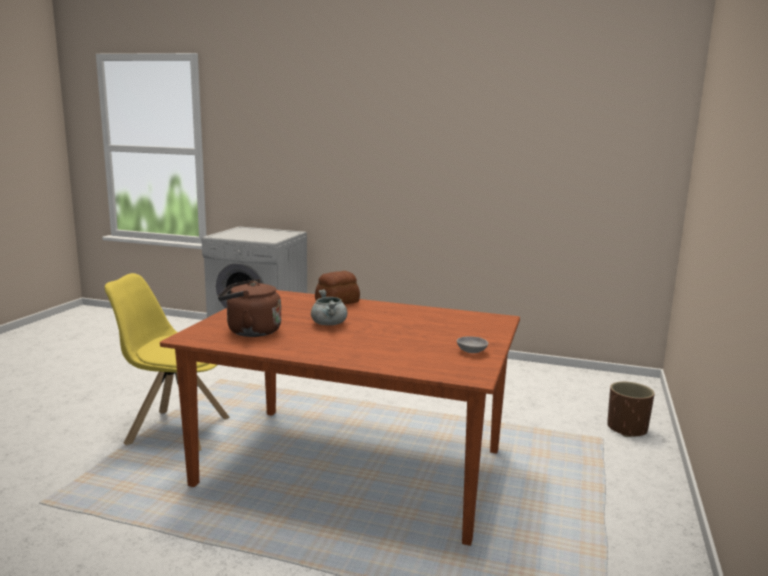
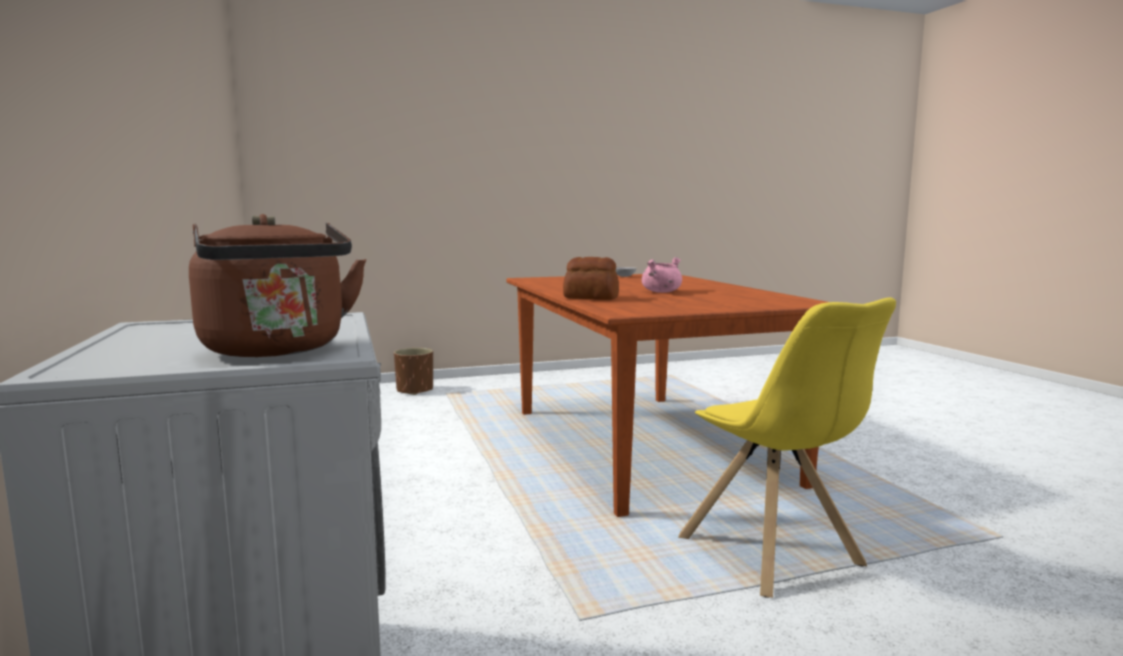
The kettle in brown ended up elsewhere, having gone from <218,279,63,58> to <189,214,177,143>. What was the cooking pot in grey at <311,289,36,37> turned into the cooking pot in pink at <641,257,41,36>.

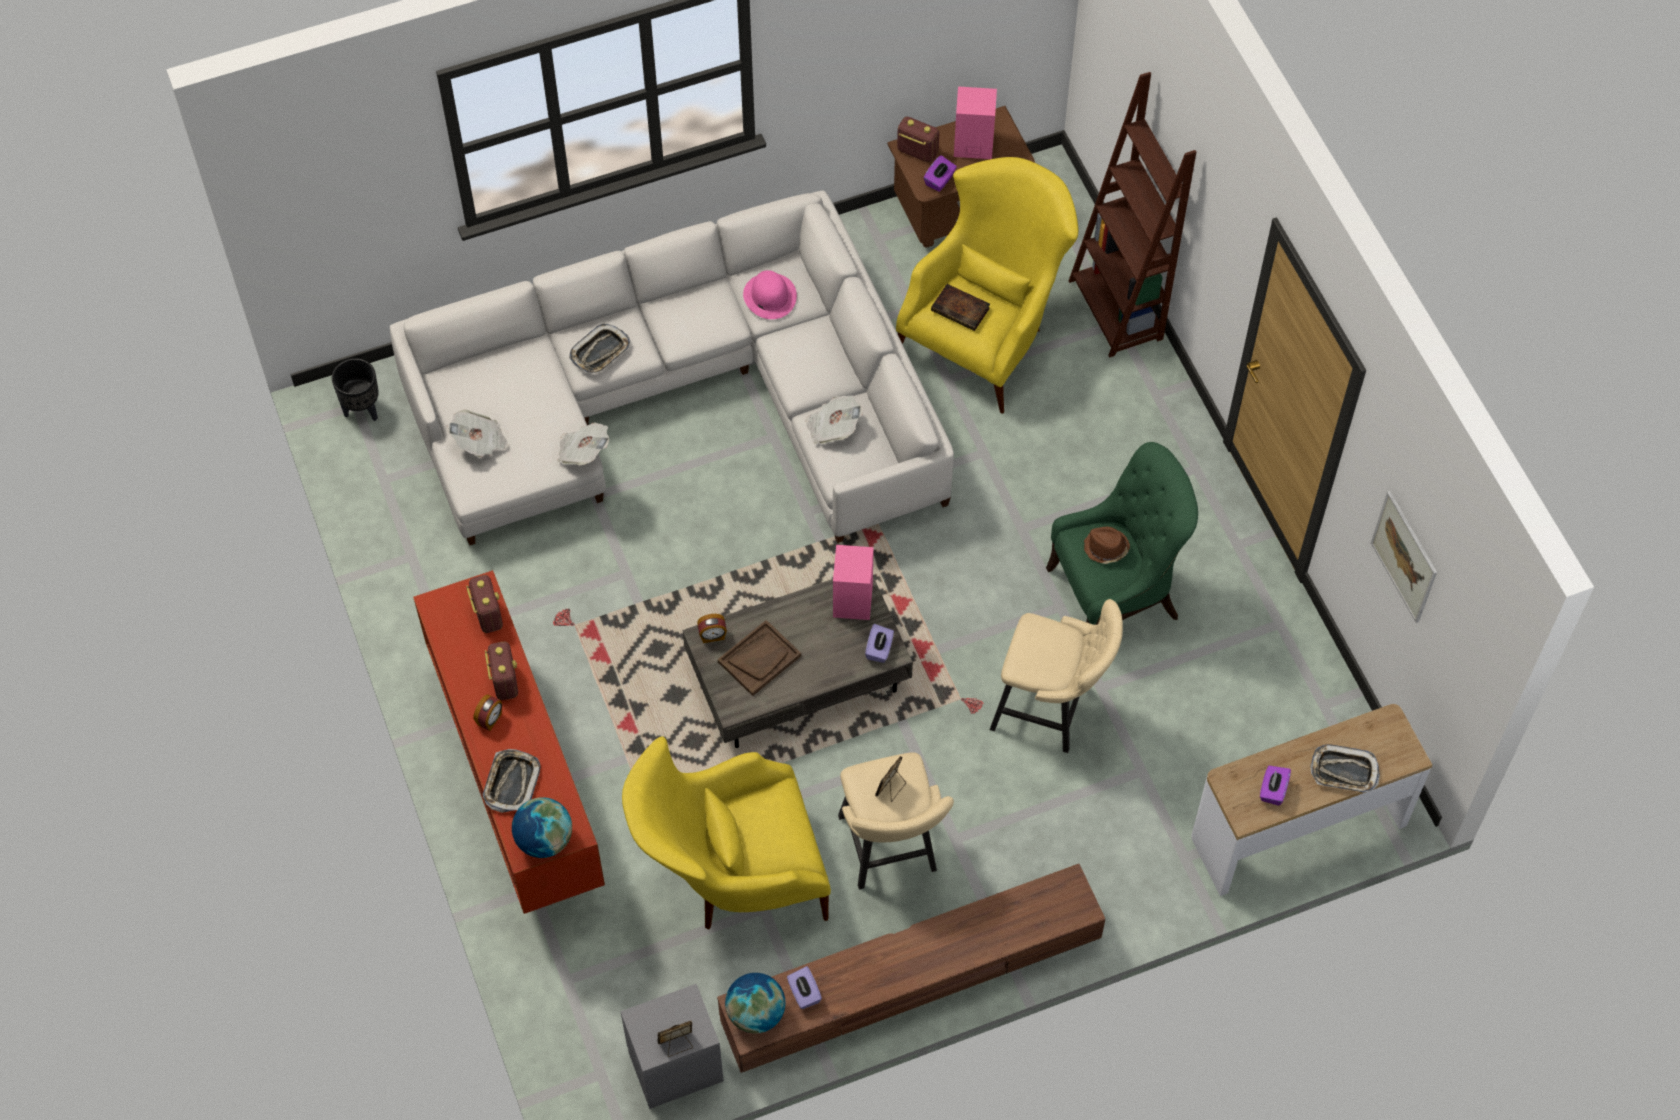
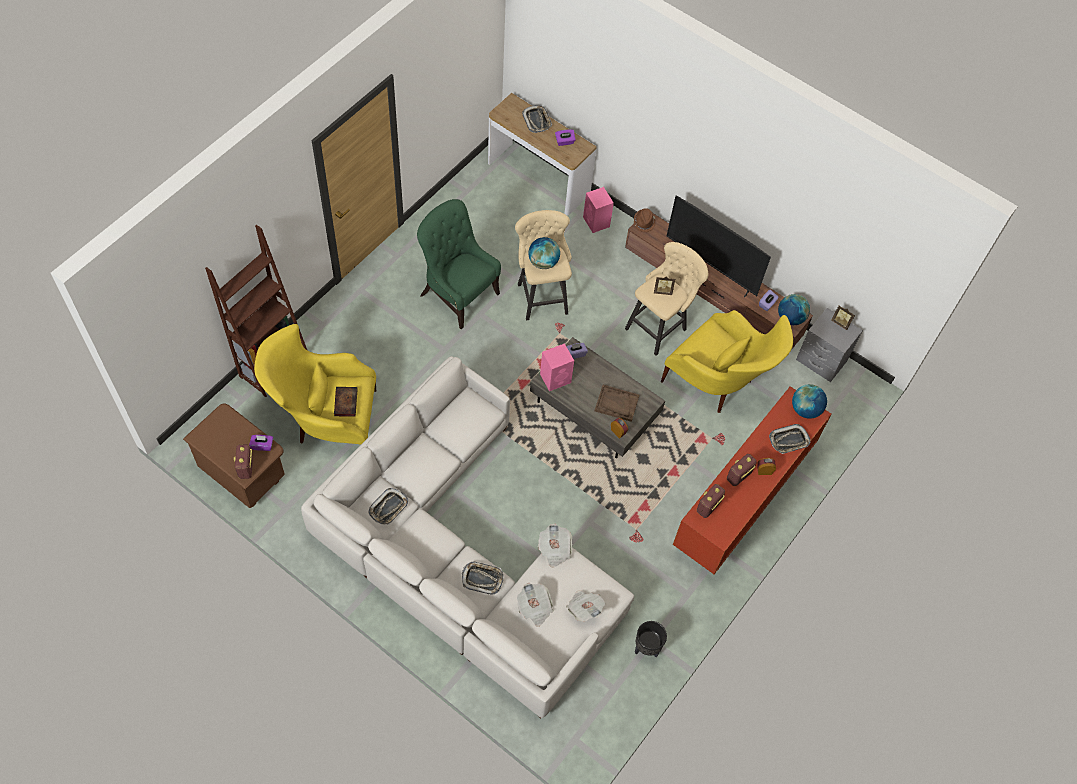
The second view lost the picture at <1371,491,66,132>. The second view gained the globe at <528,237,32,32>. The second view gained the television at <667,195,104,103>. The planter in black ended up elsewhere, having gone from <332,358,47,63> to <635,621,32,36>. The newspaper ended up elsewhere, having gone from <805,395,58,49> to <517,583,37,44>. The speaker in pink ended up elsewhere, having gone from <954,86,43,73> to <583,187,31,46>. The hat in brown ended up elsewhere, having gone from <1084,527,46,37> to <634,208,21,24>. Where the hat in pink stood at <743,270,54,49>, the tray came to stand at <369,488,39,37>.

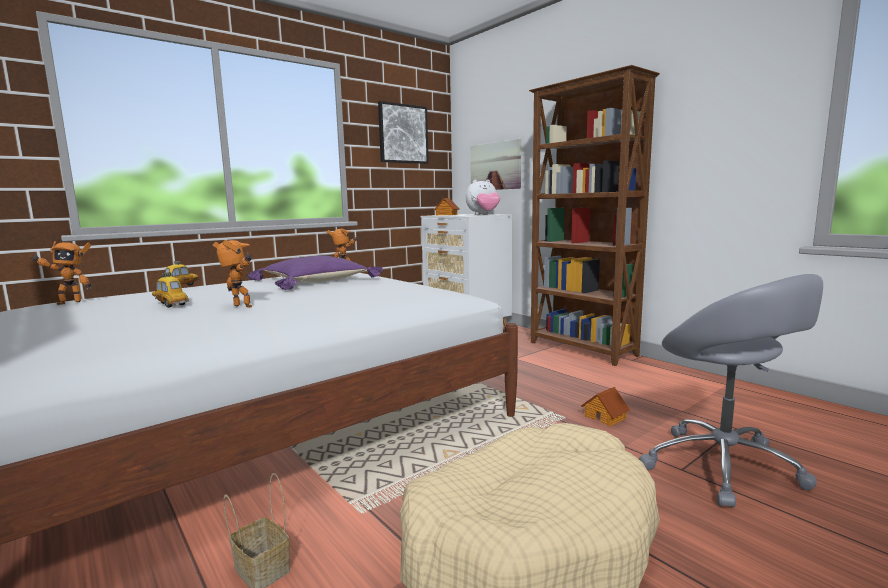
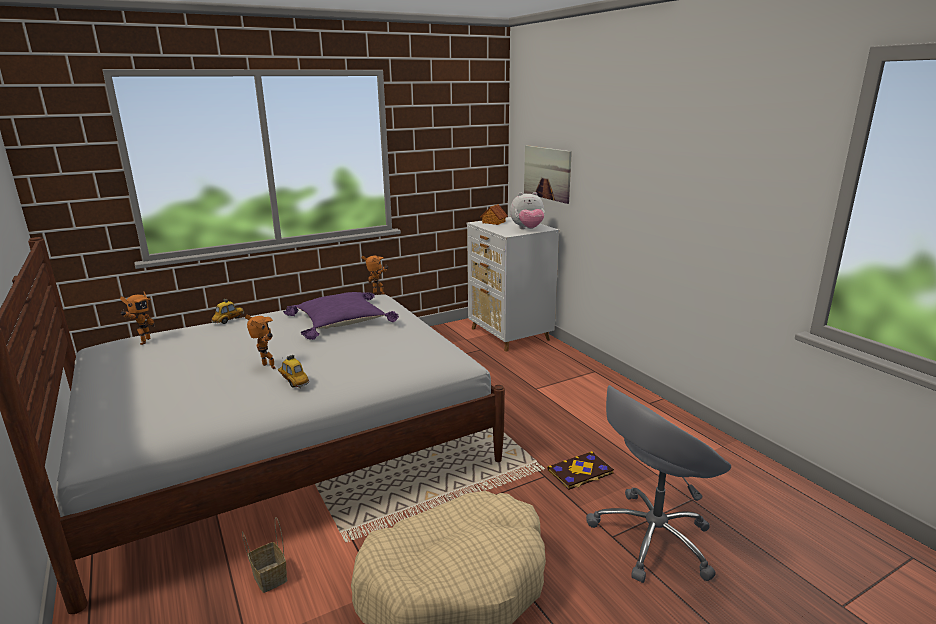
The second view lost the picture at <378,101,51,63>. The second view lost the bookcase in brown at <529,65,131,301>. The toy car ended up elsewhere, having gone from <152,272,37,36> to <278,355,31,33>. Where the toy house stood at <581,387,49,40>, the book came to stand at <547,451,67,39>. The toy robot at <30,241,61,64> ended up facing another way, 60 degrees counterclockwise from before. The office chair in grey at <639,274,184,234> ended up facing another way, 75 degrees clockwise from before.

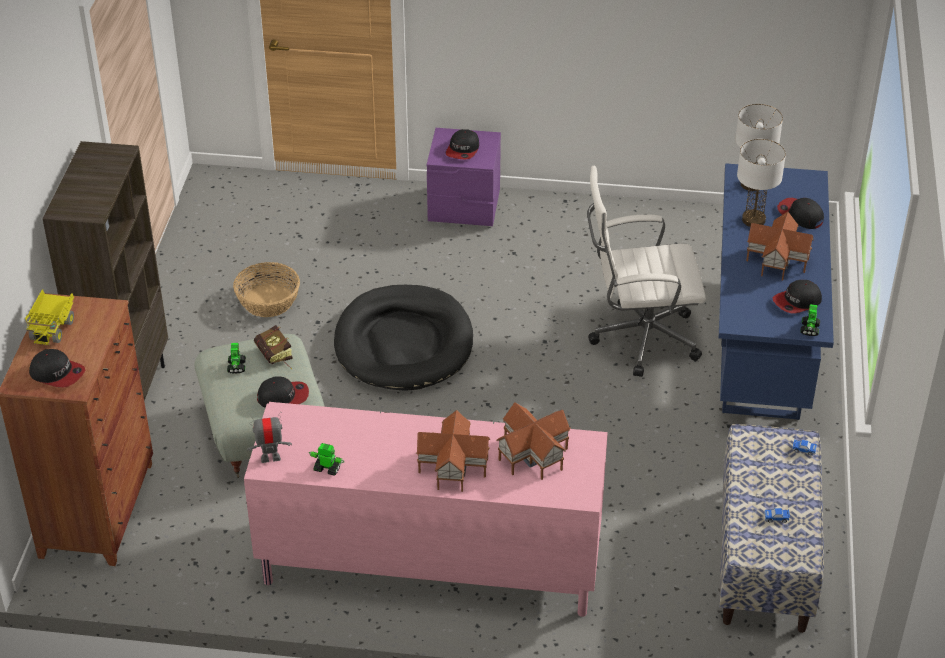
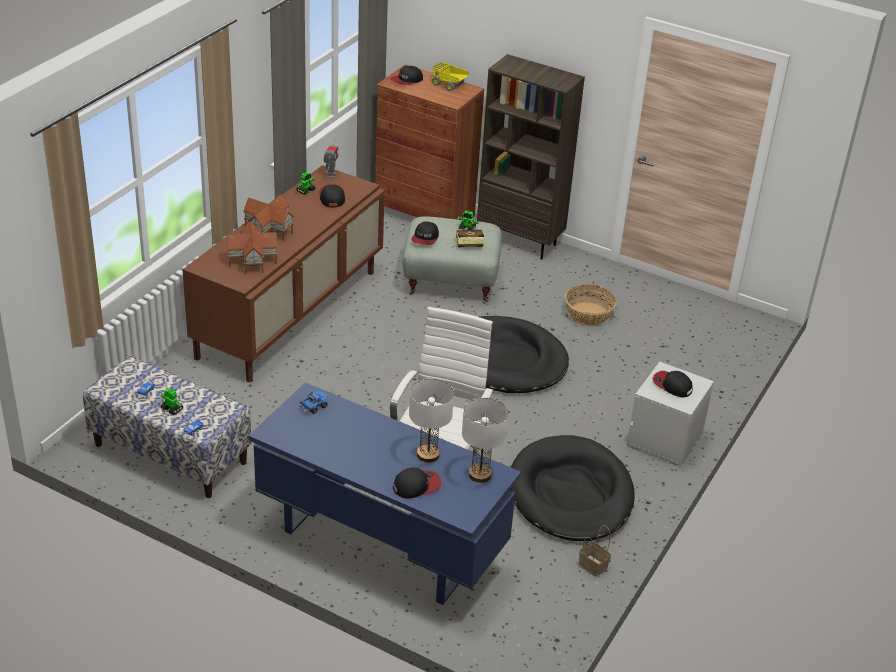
The second view lost the toy house at <746,212,68,69>. The second view gained the toy truck at <300,391,28,23>. The second view gained the dog bed in black at <510,435,124,106>. The second view gained the basket at <579,525,32,52>. The cap ended up elsewhere, having gone from <773,280,49,33> to <320,184,25,24>. The toy robot ended up elsewhere, having gone from <800,304,20,32> to <160,388,23,27>. What was the cabinet in pink at <244,402,364,215> turned into the cabinet in brown at <182,165,203,217>. What was the nightstand in purple at <427,128,74,98> turned into the nightstand in white at <627,361,87,105>.

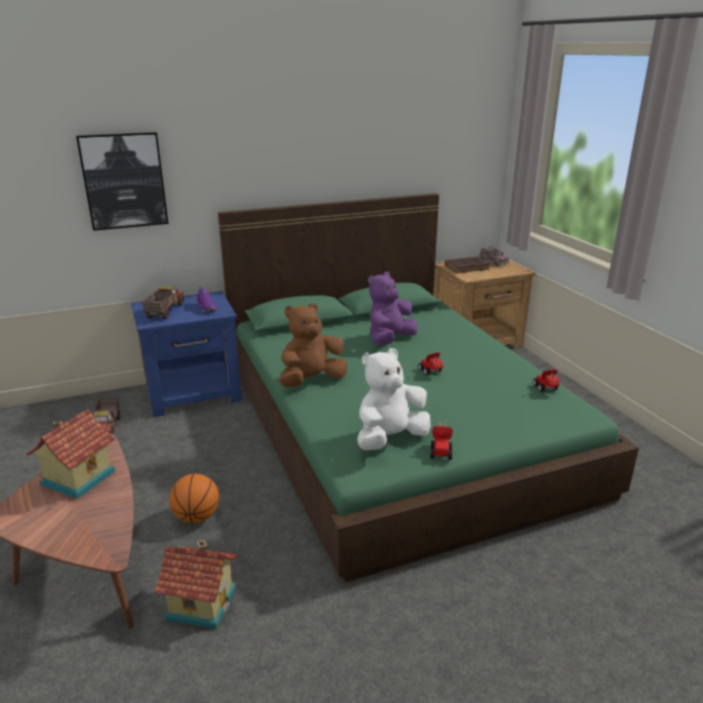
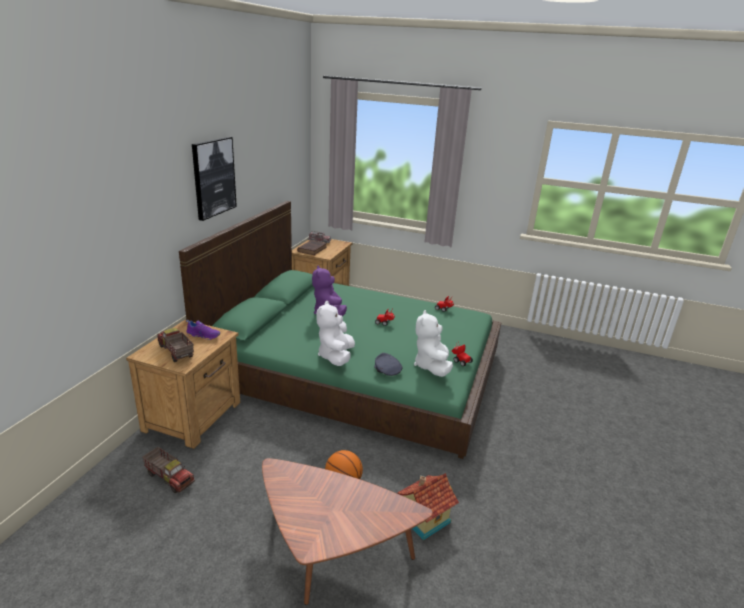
The second view lost the toy house at <26,409,89,90>. The second view gained the cap in grey at <374,353,29,23>. The picture ended up elsewhere, having gone from <76,132,92,99> to <192,137,45,84>. What was the nightstand in blue at <131,291,111,126> turned into the nightstand in brown at <126,320,114,129>. What was the plush toy in brown at <279,303,68,84> turned into the plush toy in white at <316,301,39,65>.

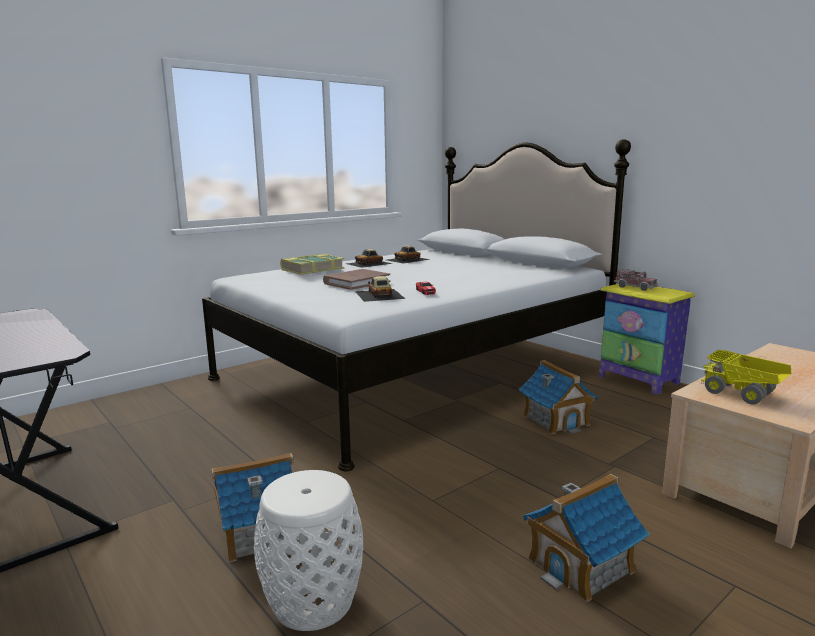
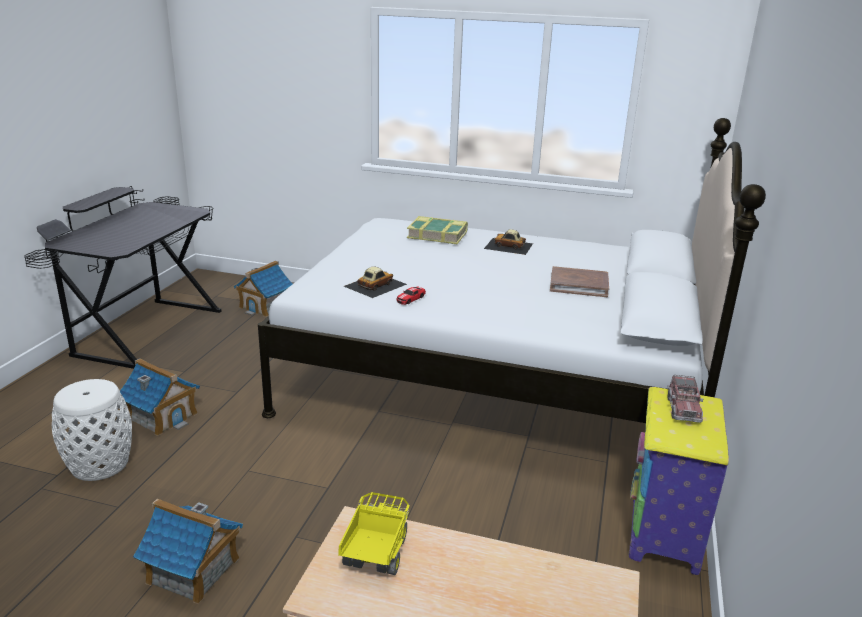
The second view lost the toy car at <387,246,44,18>. The book in brown ended up elsewhere, having gone from <323,269,67,21> to <550,266,59,31>. The toy house ended up elsewhere, having gone from <519,360,79,75> to <234,261,59,56>.

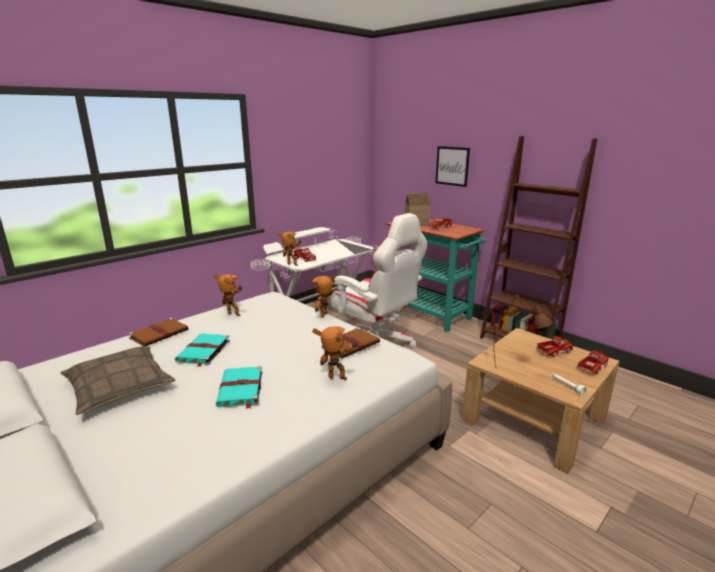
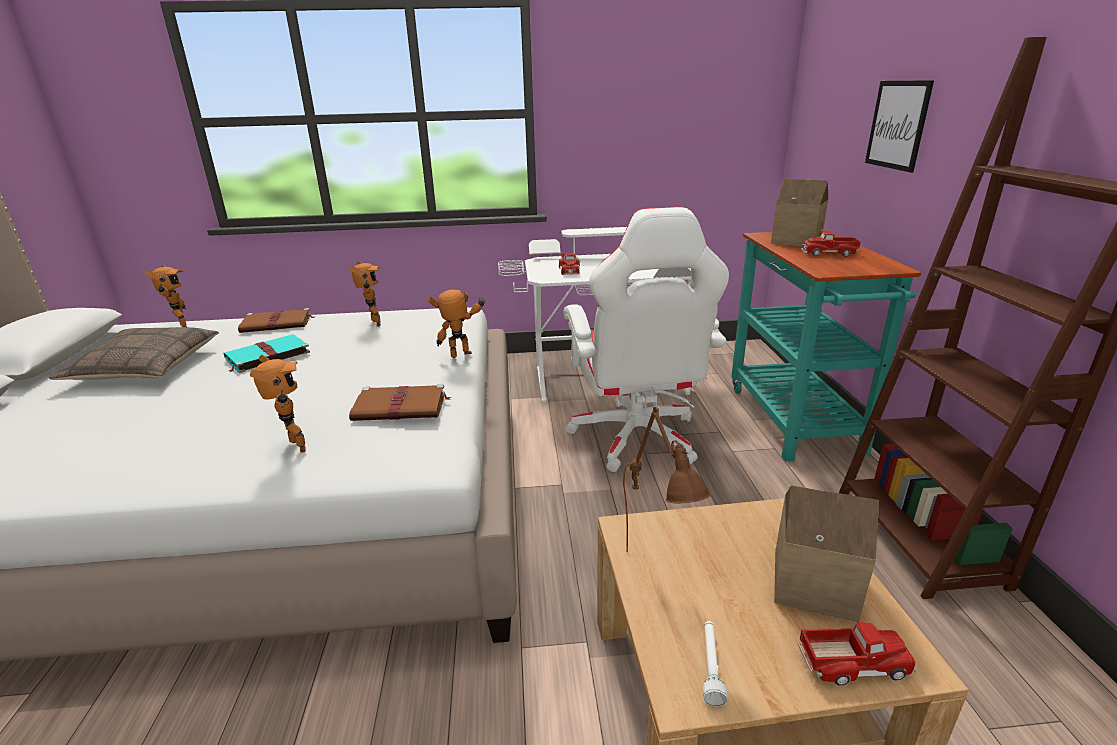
The second view lost the book in turquoise at <216,366,46,43>. The toy robot ended up elsewhere, having gone from <277,232,25,34> to <144,265,43,62>. Where the toy truck stood at <536,336,37,21>, the toy house came to stand at <774,485,105,137>.

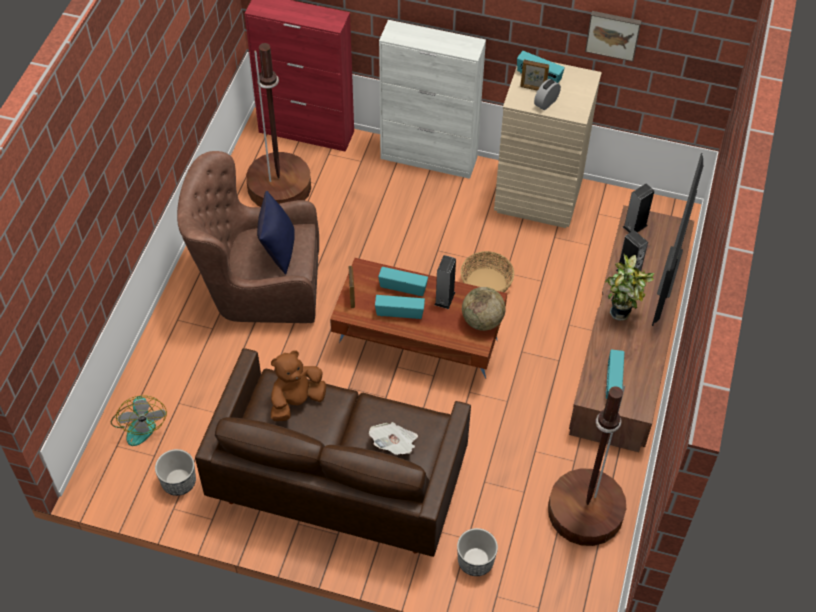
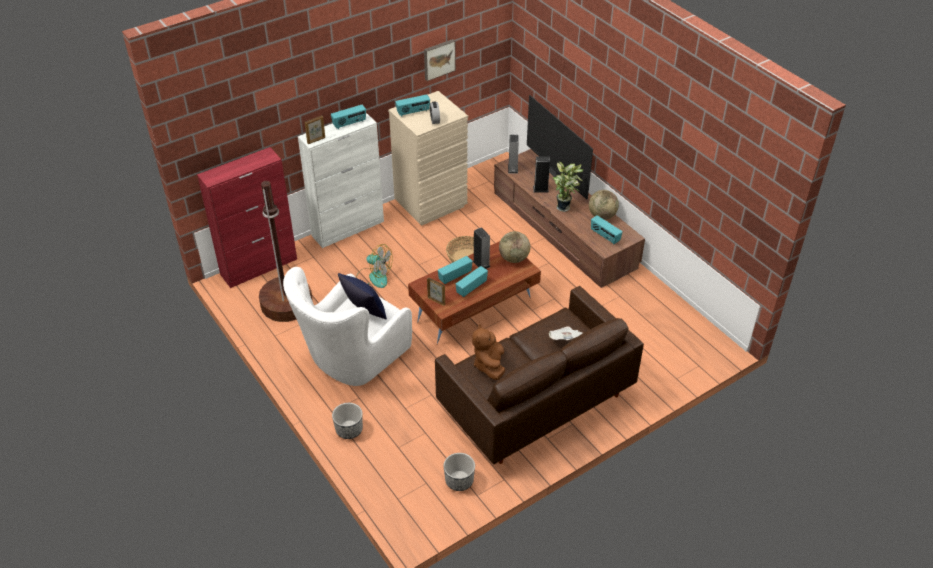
The second view lost the floor lamp in brown at <548,384,78,162>. The second view gained the radio at <331,105,35,24>. The second view gained the globe at <589,190,30,30>. The fan ended up elsewhere, having gone from <111,396,56,50> to <356,244,37,44>. The planter ended up elsewhere, having gone from <457,528,41,48> to <332,403,31,36>. The picture frame ended up elsewhere, having gone from <520,59,29,32> to <305,115,20,29>. What was the armchair in brown at <177,151,142,172> turned into the armchair in white at <283,267,129,119>.

